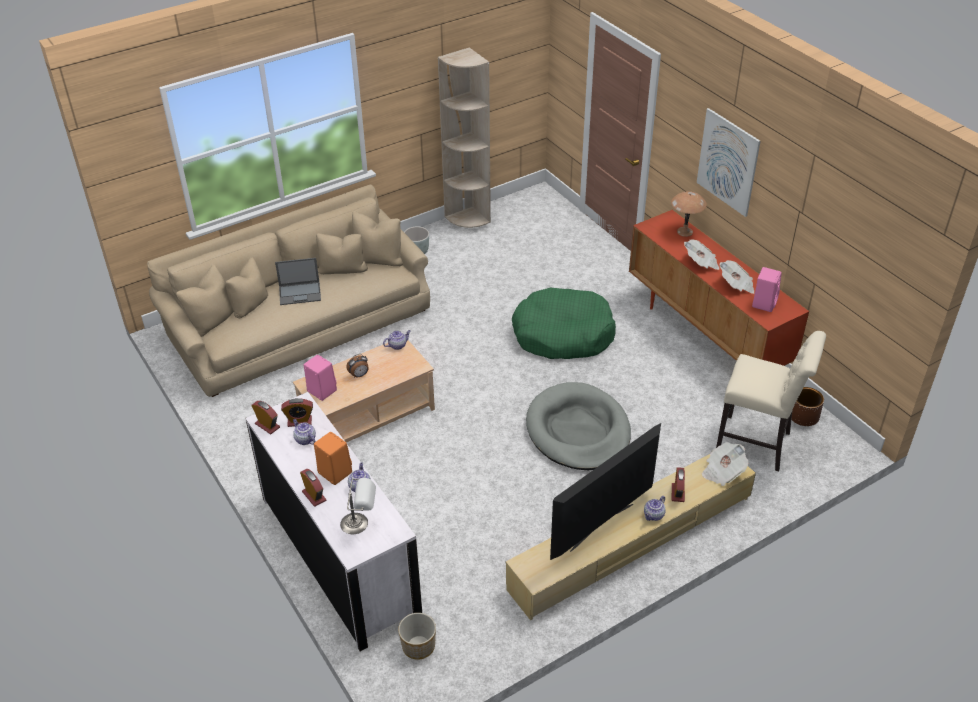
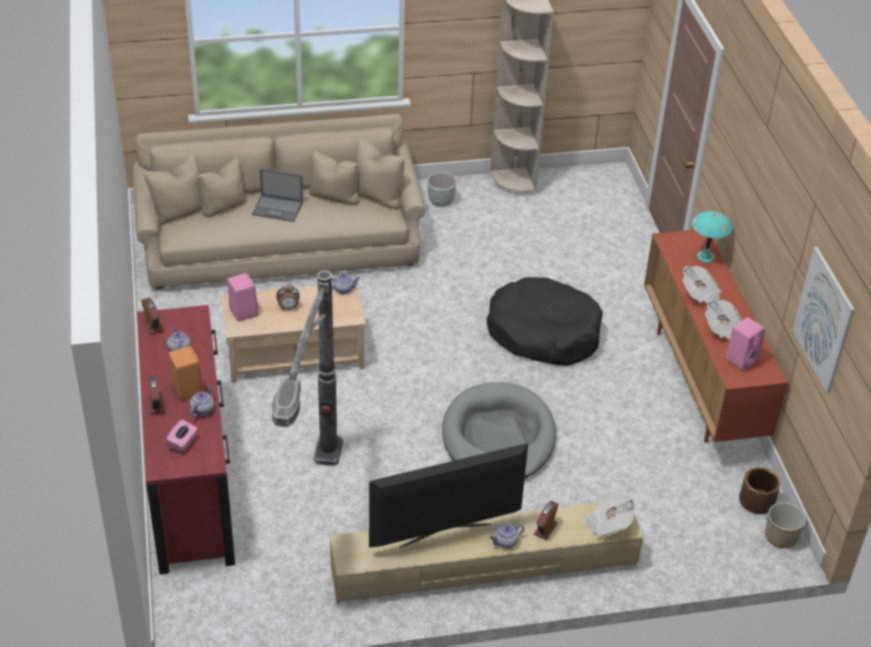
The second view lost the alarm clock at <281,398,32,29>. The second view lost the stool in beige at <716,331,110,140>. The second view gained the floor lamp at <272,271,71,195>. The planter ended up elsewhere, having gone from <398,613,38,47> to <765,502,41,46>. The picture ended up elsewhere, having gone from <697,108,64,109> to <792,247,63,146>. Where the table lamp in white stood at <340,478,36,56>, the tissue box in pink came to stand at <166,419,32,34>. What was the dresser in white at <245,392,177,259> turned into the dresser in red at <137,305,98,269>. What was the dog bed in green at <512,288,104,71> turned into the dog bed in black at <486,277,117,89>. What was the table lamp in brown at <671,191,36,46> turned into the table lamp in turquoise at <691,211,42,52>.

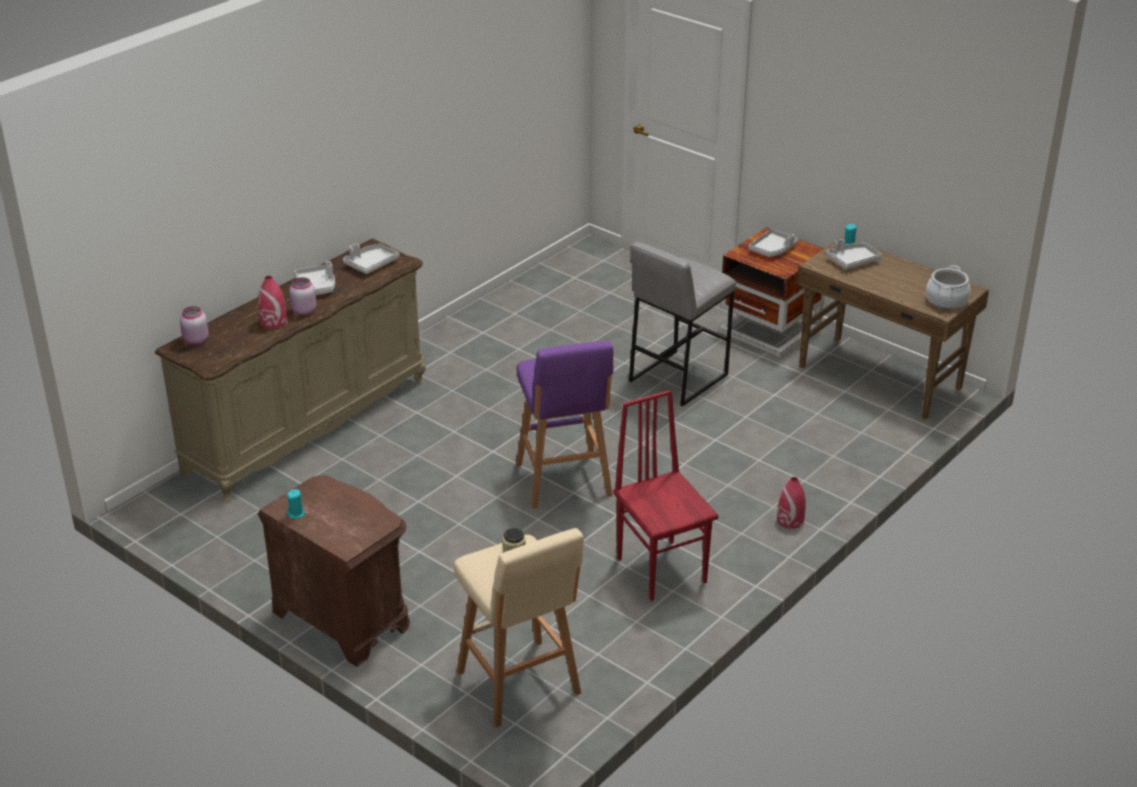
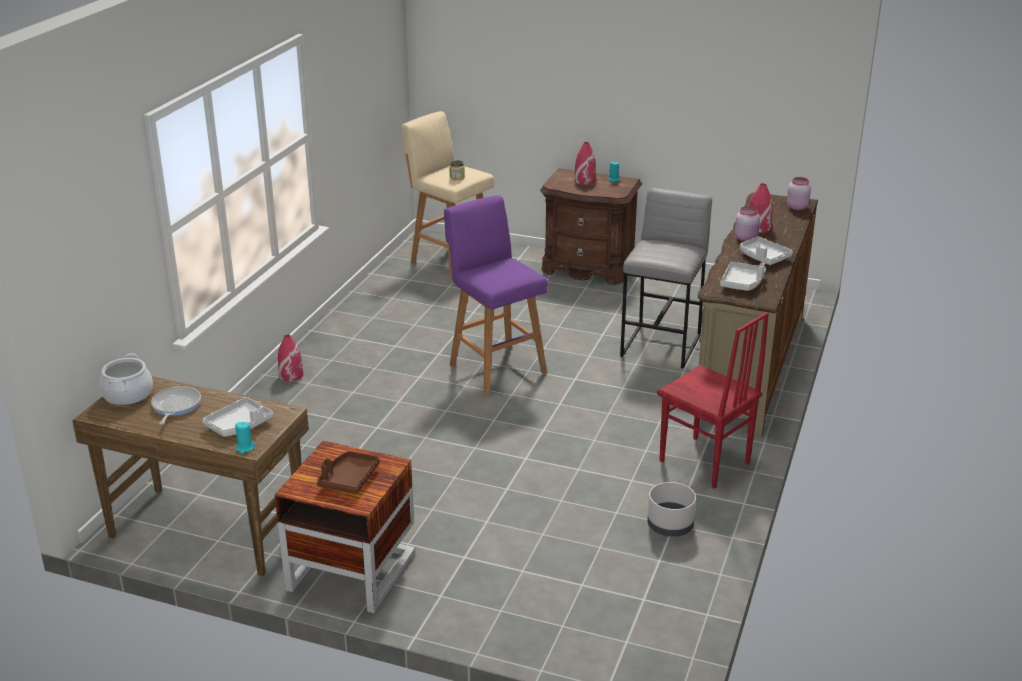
The second view gained the frying pan at <151,386,50,39>. The second view gained the vase in red at <575,142,21,43>. The second view gained the planter in grey at <647,482,49,55>. The chair in red ended up elsewhere, having gone from <613,390,106,211> to <657,312,112,177>. The stool in grey ended up elsewhere, having gone from <629,242,107,165> to <620,188,92,180>. What was the tray in grey at <749,229,49,28> turned into the tray in brown at <317,451,63,43>.

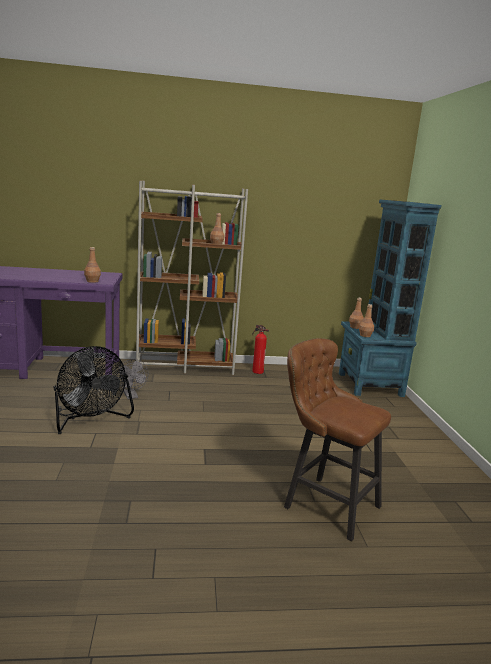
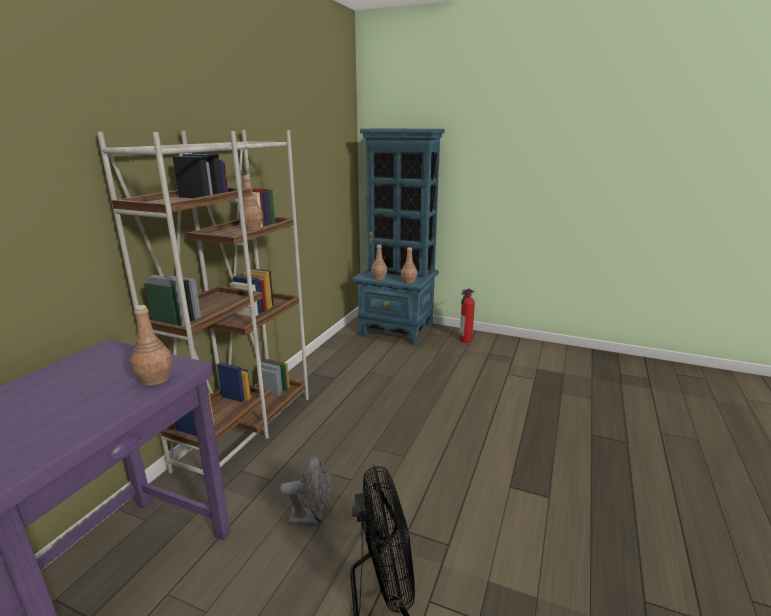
The second view lost the stool in brown at <284,338,107,203>. The fire extinguisher ended up elsewhere, having gone from <252,325,17,49> to <459,289,16,54>.

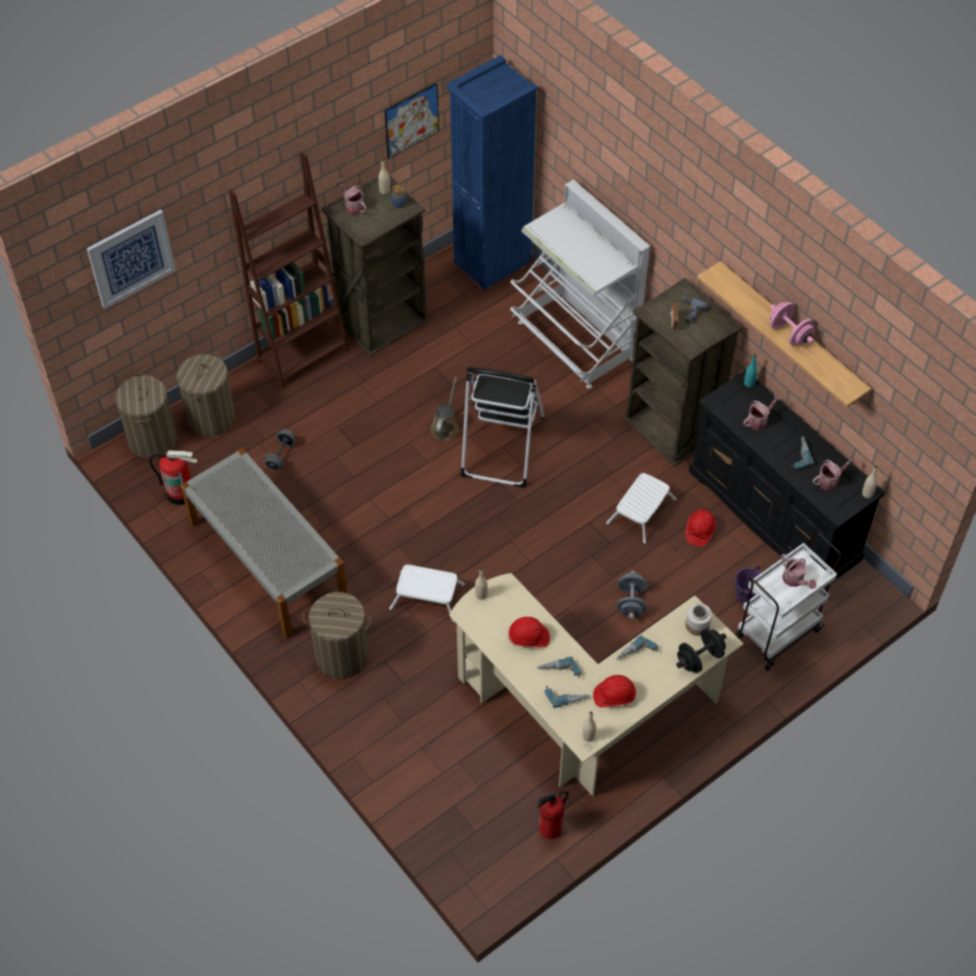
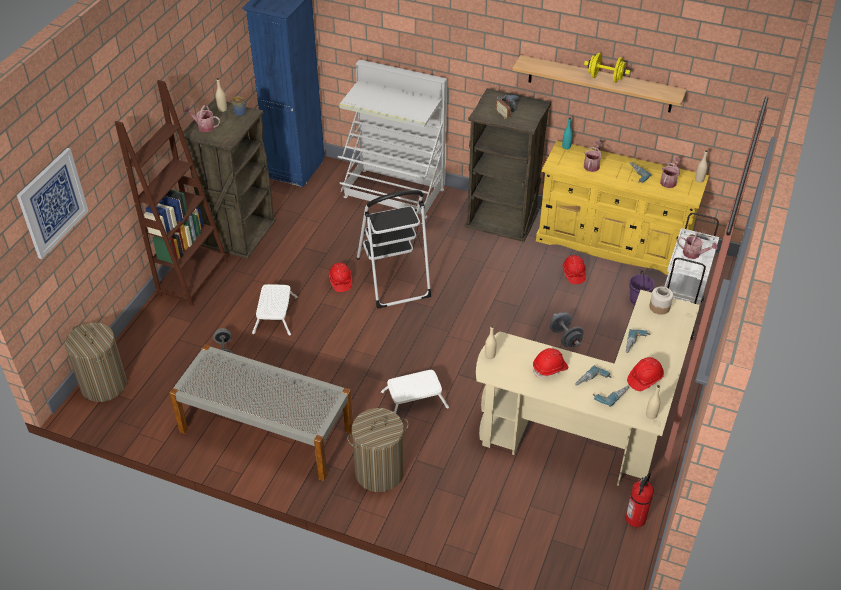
The second view lost the fire extinguisher at <149,450,49,55>. The second view lost the laundry basket at <177,352,59,85>. The second view lost the picture at <384,83,55,76>. The second view lost the dumbbell in black at <676,628,51,45>. The step ladder in white ended up elsewhere, having gone from <606,473,71,70> to <252,284,46,52>. Where the watering can in brown stood at <430,377,29,64>, the hard hat in red came to stand at <329,263,23,29>. What was the dresser in black at <689,370,196,222> turned into the dresser in yellow at <536,141,173,134>. What was the dumbbell in pink at <769,302,46,44> turned into the dumbbell in yellow at <584,53,46,30>.

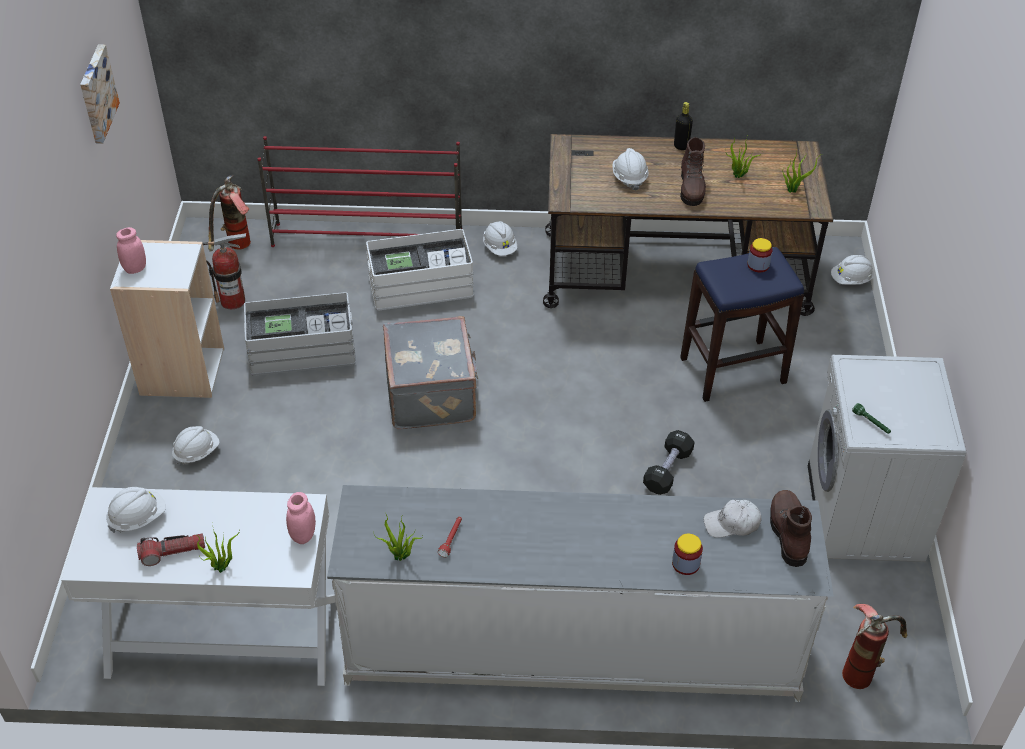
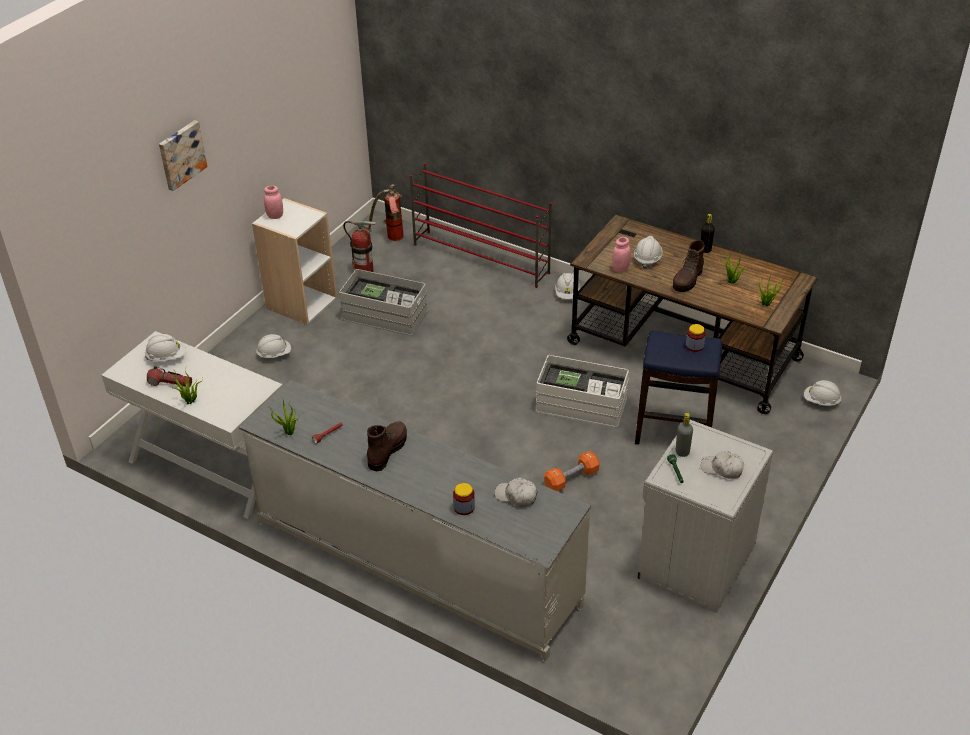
The second view lost the suitcase in grey at <383,316,96,113>. The second view lost the fire extinguisher at <842,604,66,85>. The second view gained the bottle in grey at <676,413,17,44>. The second view gained the cap in white at <701,451,43,28>. The picture ended up elsewhere, having gone from <80,45,40,99> to <159,120,49,71>. The jar in pink ended up elsewhere, having gone from <286,492,30,52> to <612,237,19,36>. The storage box in white ended up elsewhere, having gone from <366,229,108,82> to <536,355,93,73>. The boot in brown ended up elsewhere, having gone from <770,490,42,77> to <367,422,40,49>. What was the dumbbell in black at <643,430,52,65> turned into the dumbbell in orange at <544,451,56,40>.

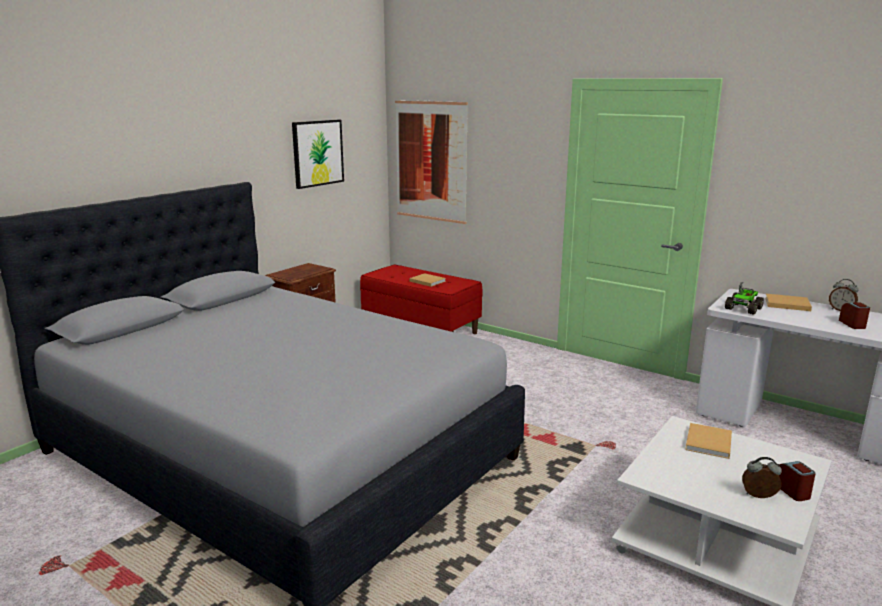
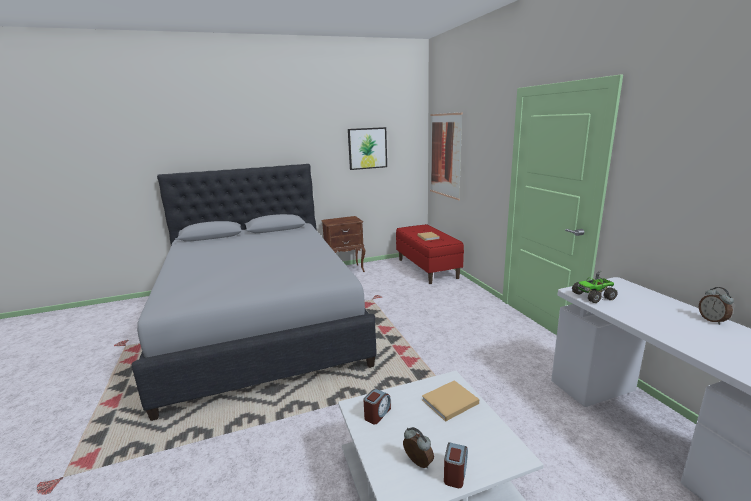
The second view lost the book in beige at <765,294,47,17>. The alarm clock ended up elsewhere, having gone from <839,302,31,27> to <363,389,28,35>.

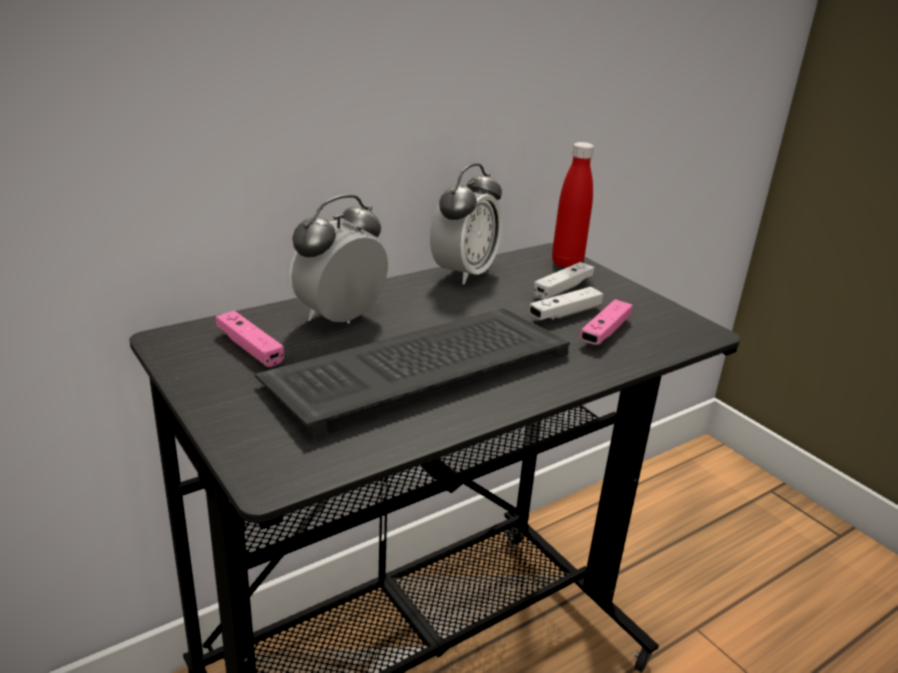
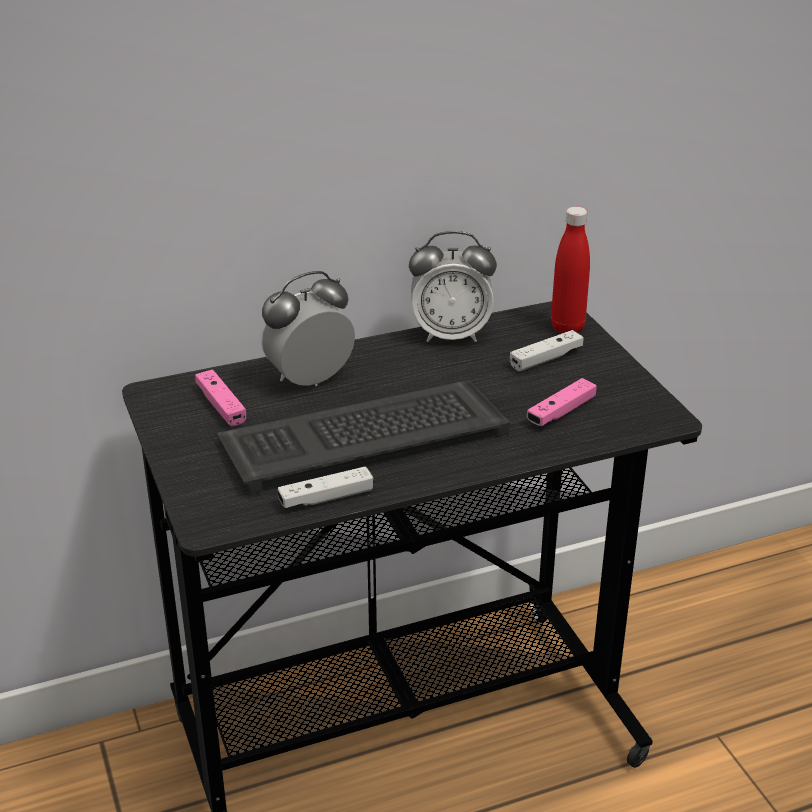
The game controller in white ended up elsewhere, having gone from <529,287,74,33> to <278,467,95,41>. The alarm clock at <430,163,72,122> ended up facing another way, 45 degrees clockwise from before.

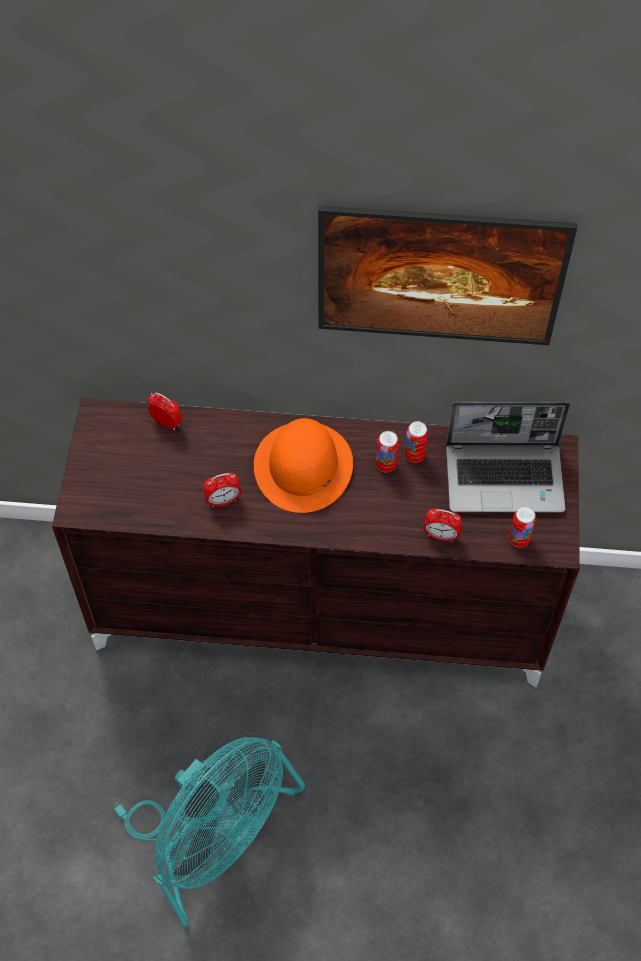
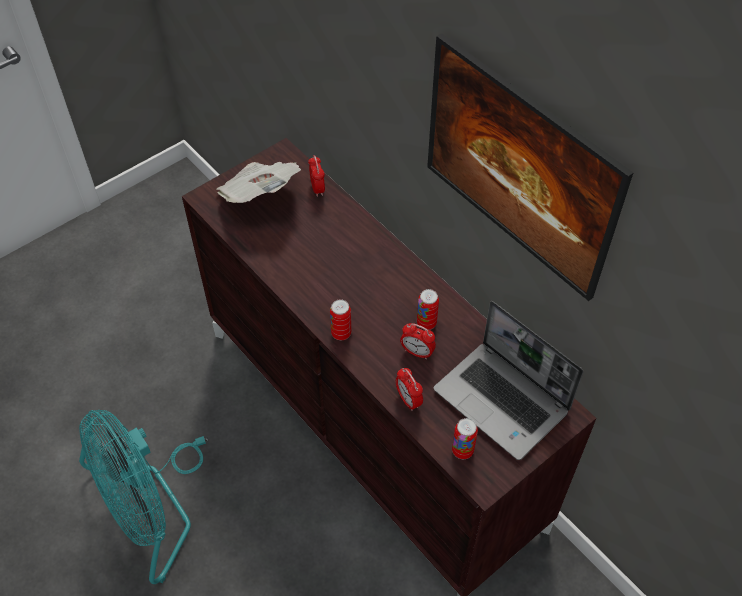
The second view lost the hat in orange at <254,418,99,95>. The second view gained the newspaper at <216,162,85,41>. The alarm clock ended up elsewhere, having gone from <204,472,37,35> to <400,323,36,36>. The can ended up elsewhere, having gone from <404,421,24,42> to <330,299,21,41>. The fan in turquoise at <114,737,191,191> ended up facing another way, 60 degrees clockwise from before.

